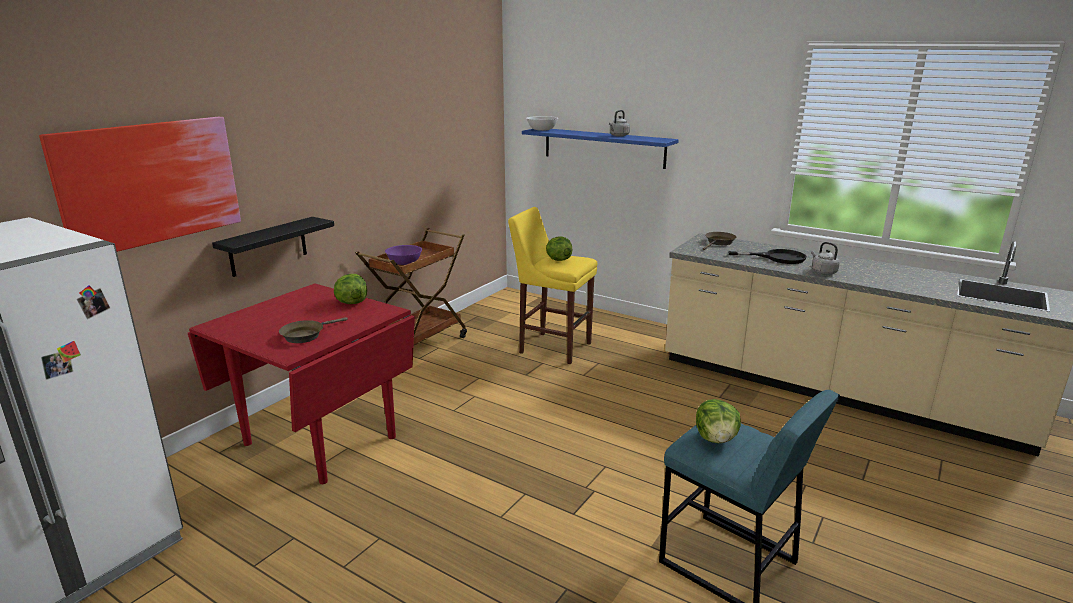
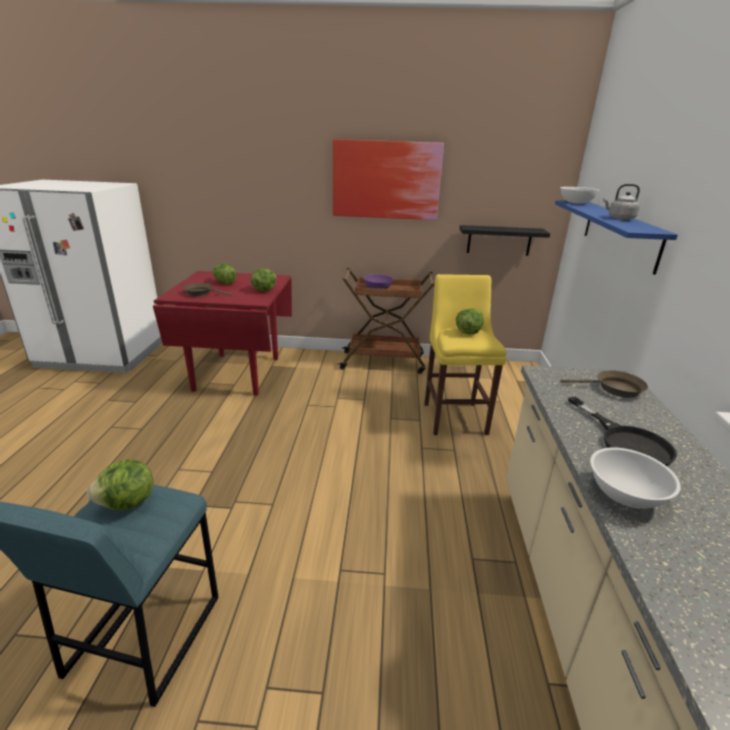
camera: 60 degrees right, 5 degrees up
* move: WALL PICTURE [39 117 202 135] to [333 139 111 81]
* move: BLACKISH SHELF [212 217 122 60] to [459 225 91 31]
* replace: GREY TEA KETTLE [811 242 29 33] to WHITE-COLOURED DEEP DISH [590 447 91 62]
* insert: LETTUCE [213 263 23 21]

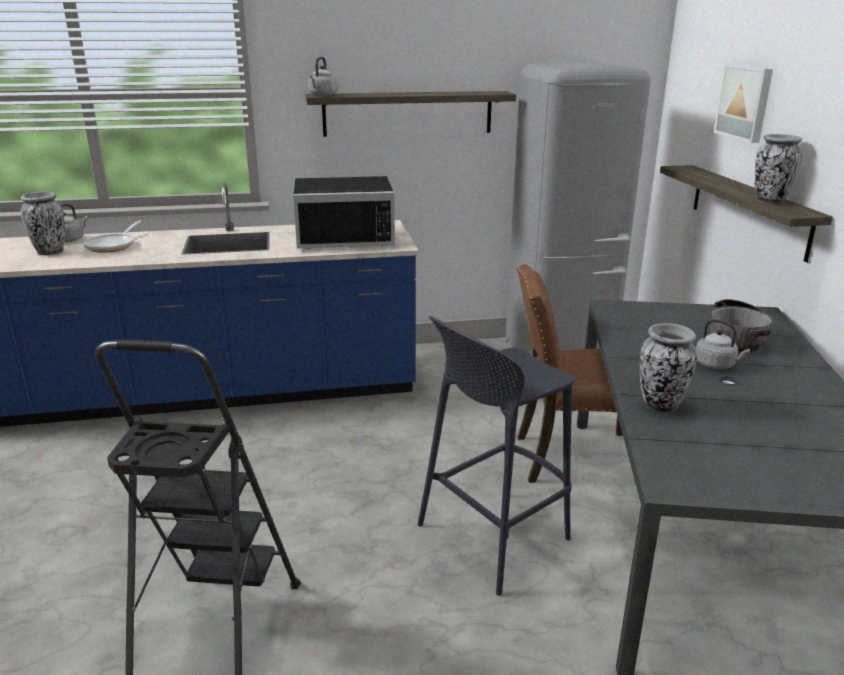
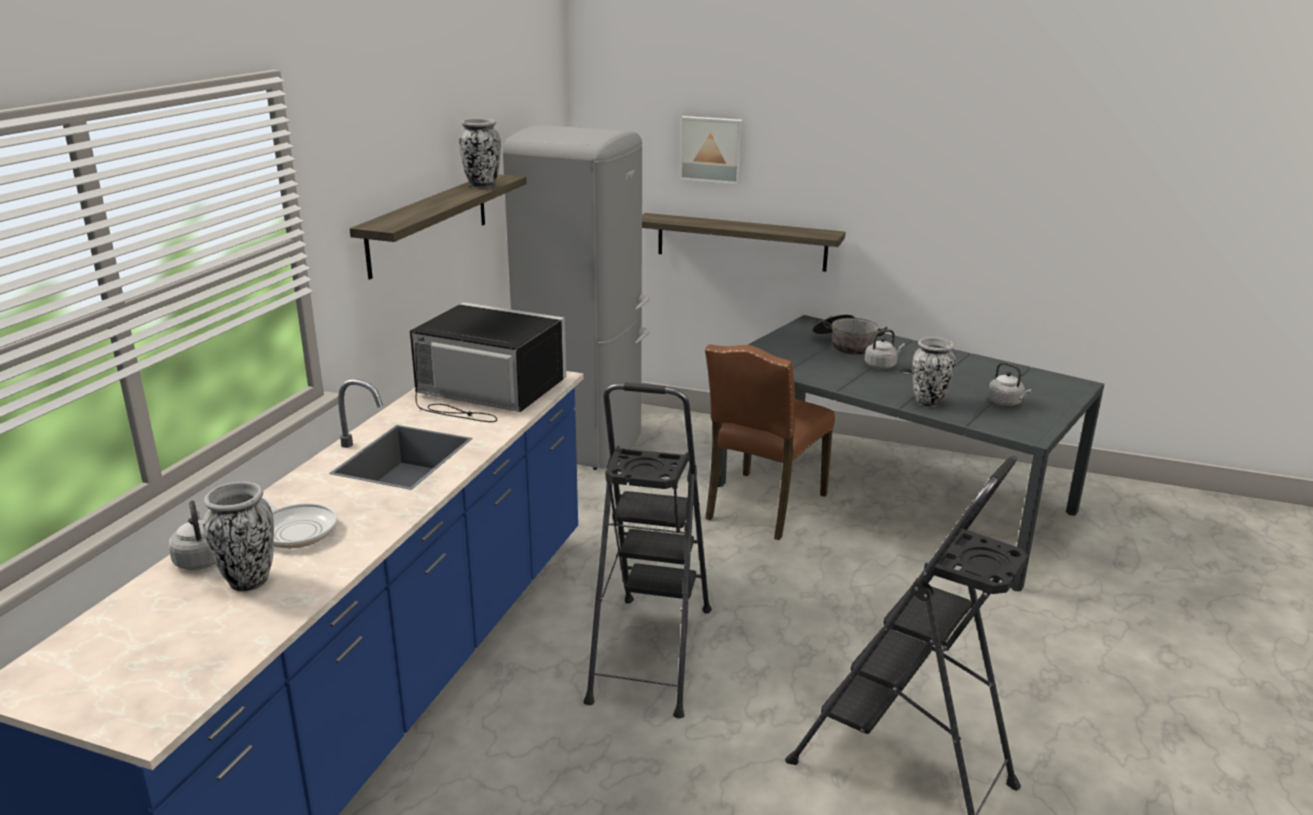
camera: 60 degrees left, 0 degrees up
* rotate: BLACKISH MICROWAVE OVEN [293 176 102 73] = [410 302 156 120] 90 degrees counterclockwise
* move: GREY TEA KETTLE [308 57 30 39] to [988 362 44 44]
* delete: GREY SITTING STOOL [417 316 159 280]
* move: VASE [755 134 48 70] to [459 119 42 69]
* insert: STEP LADDER [583 383 129 336]

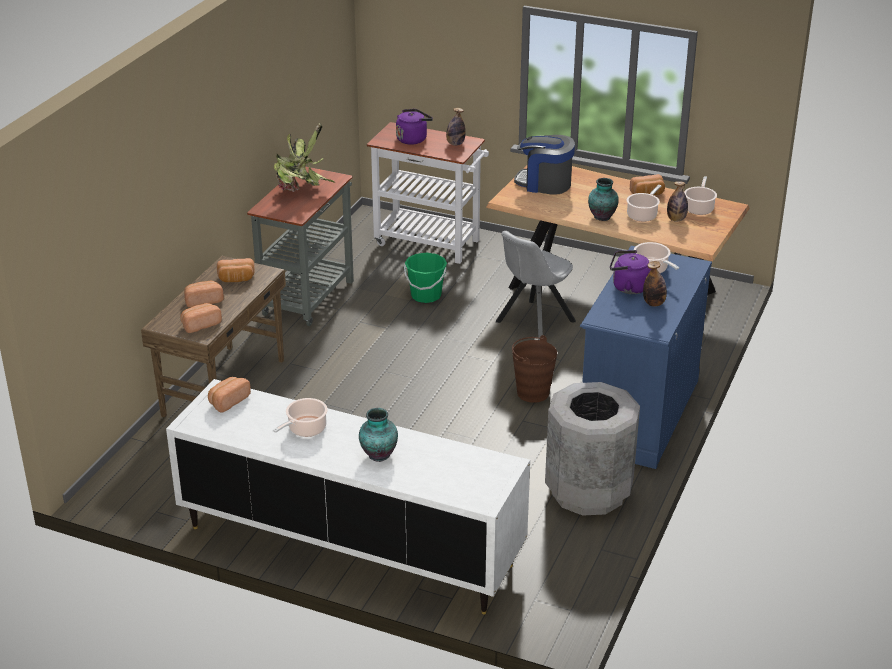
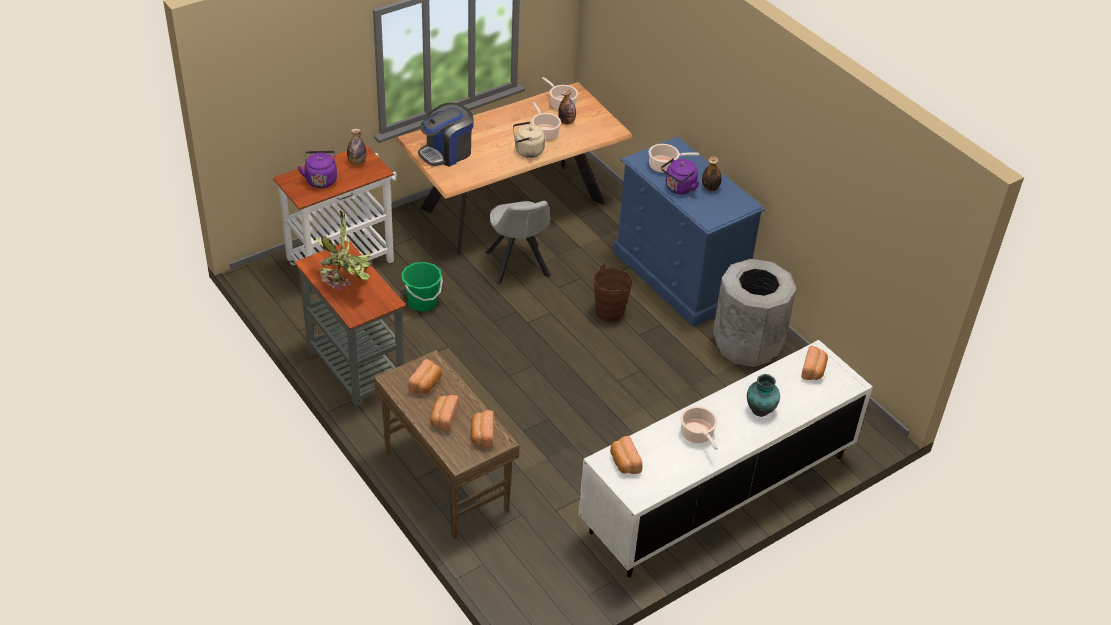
camera: 60 degrees left, 10 degrees up
* replace: VASE [588 178 31 43] to SAND-COLOURED TEA KETTLE [513 122 32 36]
* move: BREAD [630 174 35 21] to [801 346 27 34]

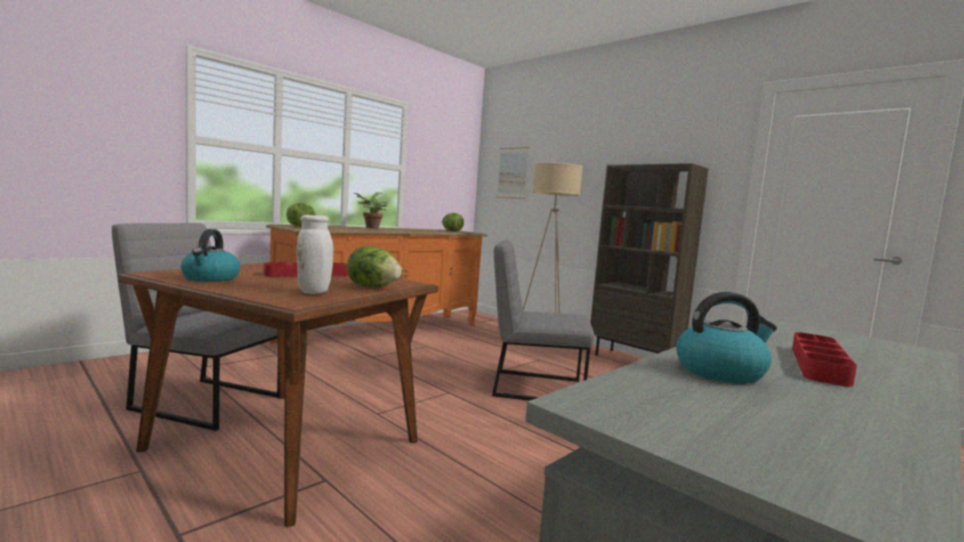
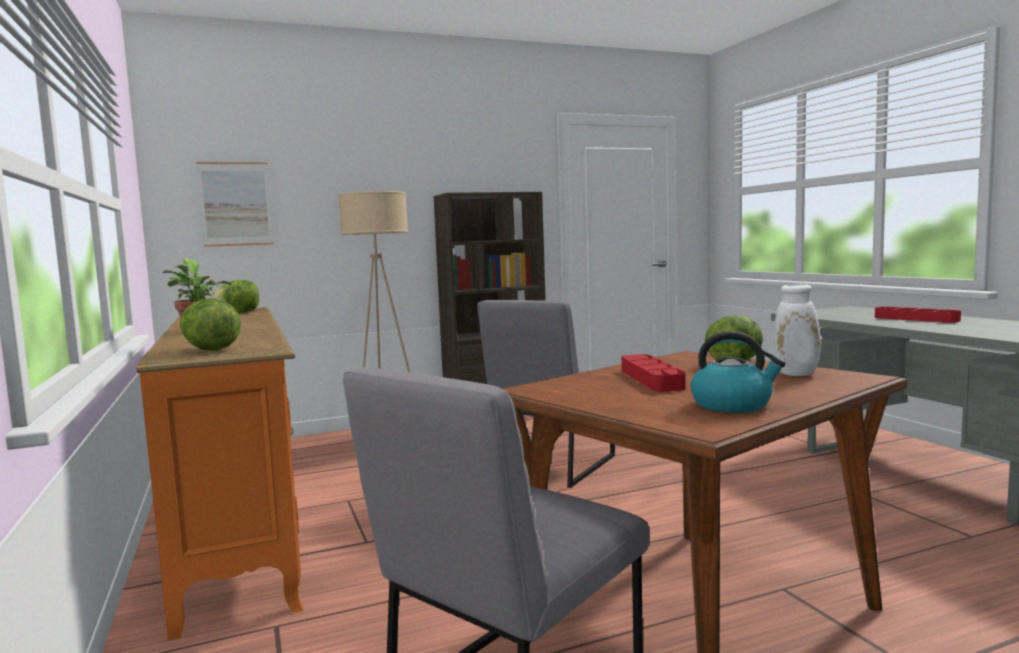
camera: 65 degrees left, 0 degrees up
* delete: TEA KETTLE [676 292 101 92]

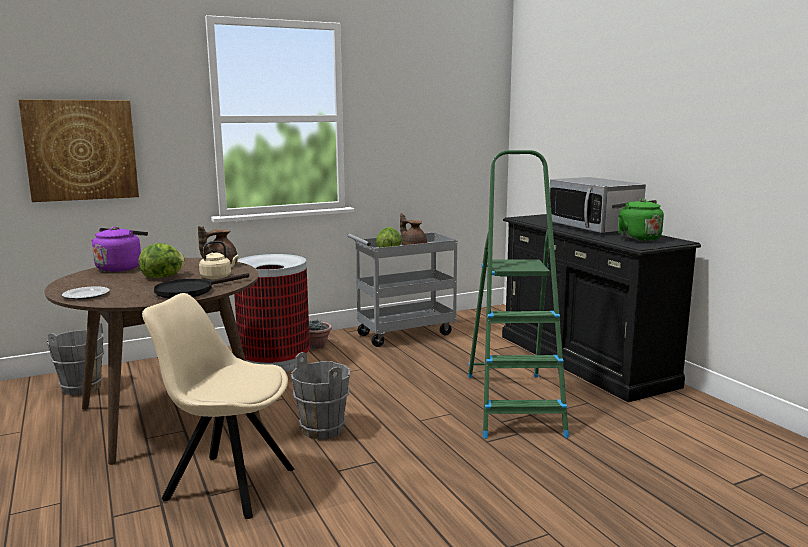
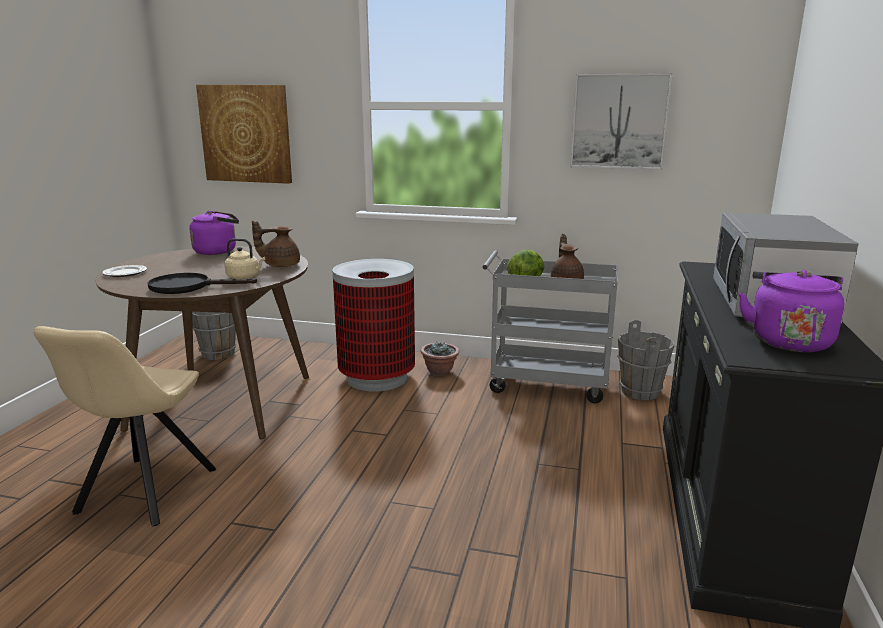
camera: 40 degrees right, 5 degrees up
* delete: LETTUCE [139 243 46 35]
* rotate: SAND-COLOURED UPRIGHT CHAIR [142 293 153 226] = [33 326 183 200] 135 degrees counterclockwise
* move: GREY WATER BUCKET [291 352 59 88] to [617 320 58 80]
* delete: GREEN-COLOURED STEP LADDER [468 150 101 288]
* recolor: GREEN-COLOURED TEA KETTLE [612 198 52 43] to PURPLE TEA KETTLE [738 270 107 82]
* insert: WALL PICTURE [570 73 103 97]

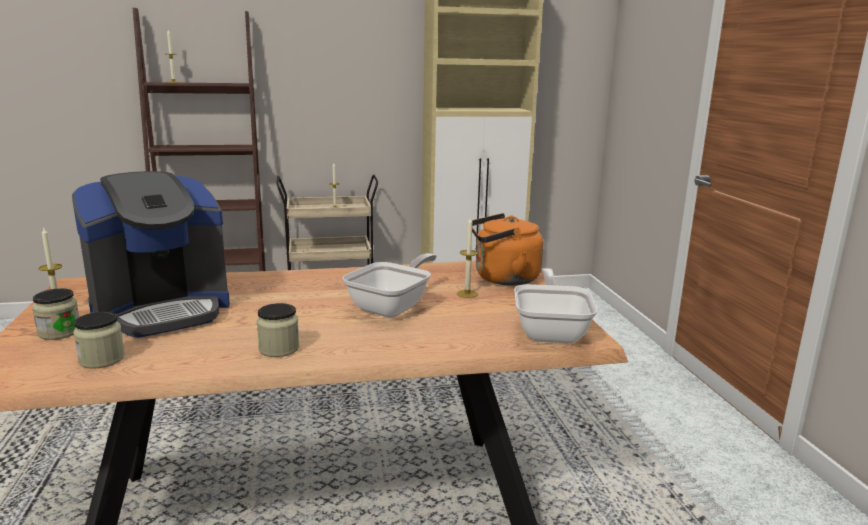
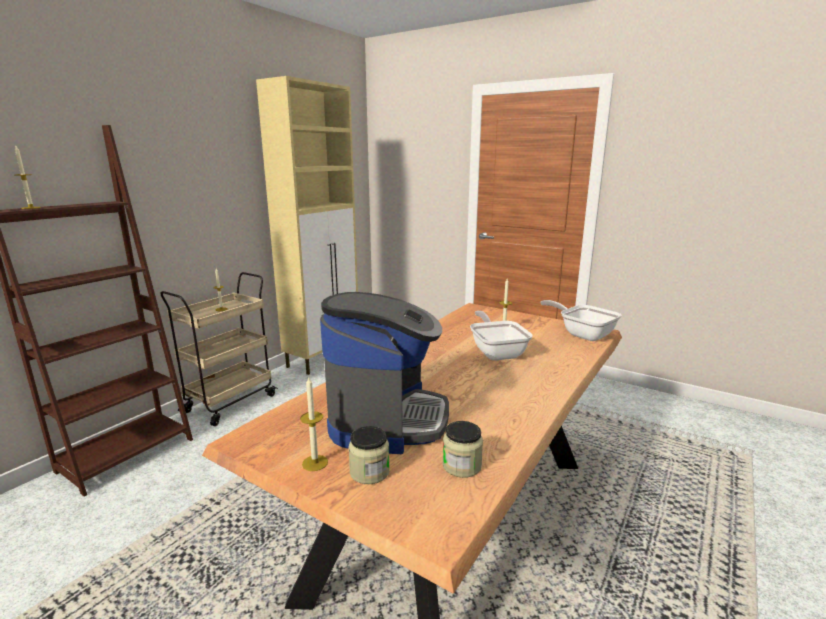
camera: 45 degrees left, 0 degrees up
* delete: STORAGE JAR [257 303 42 54]
* delete: ORANGE TEA KETTLE [472 213 71 73]

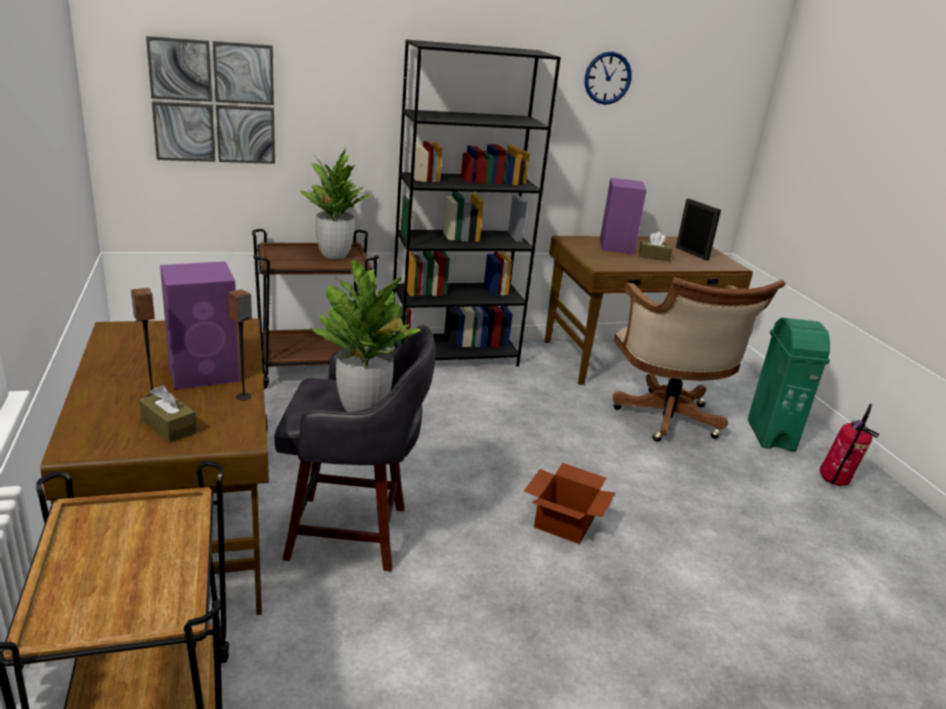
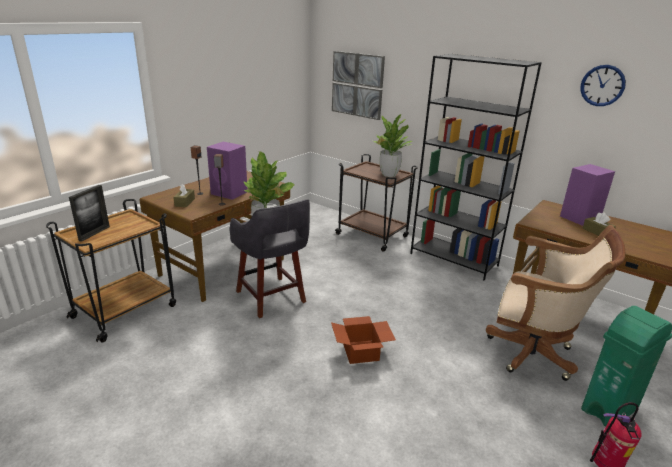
camera: 55 degrees right, 0 degrees up
* rotate: DESK CHAIR [613 277 173 164] = [486 225 139 156] 105 degrees counterclockwise
* move: STANDING FRAME [676 199 45 62] to [69 185 41 57]

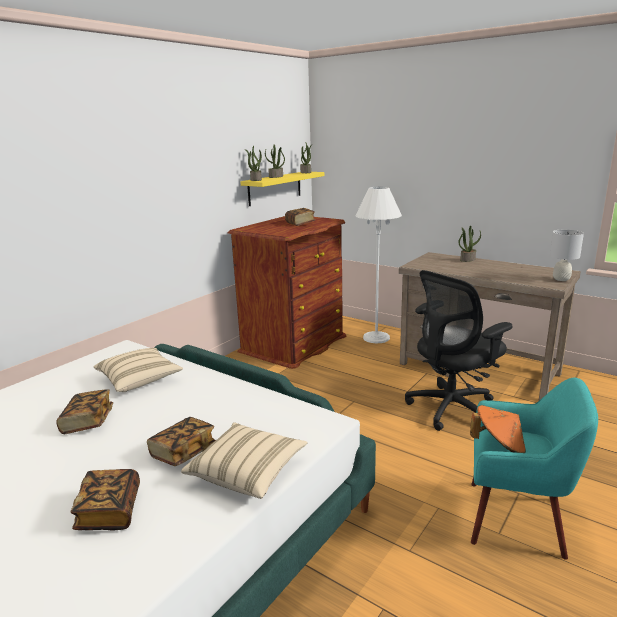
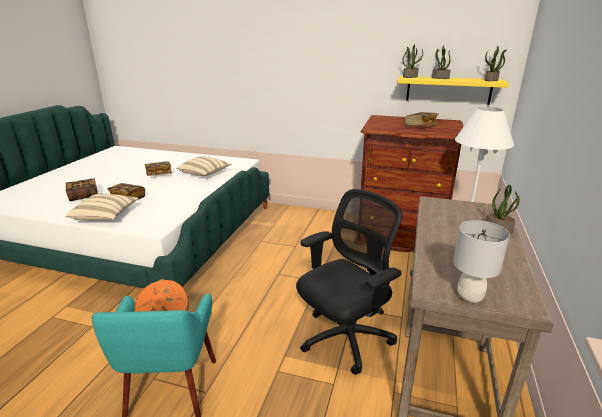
camera: 70 degrees right, 5 degrees up
* rotate: BLACKISH DESK CHAIR [405 270 107 161] = [296 189 106 186] 105 degrees clockwise

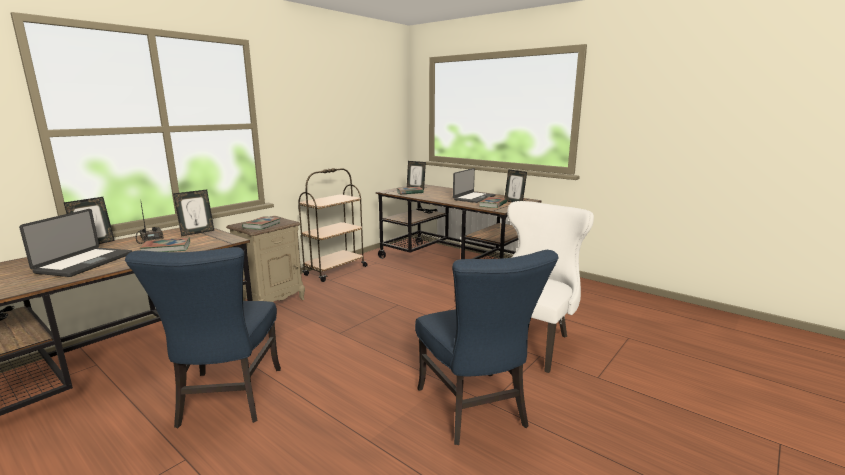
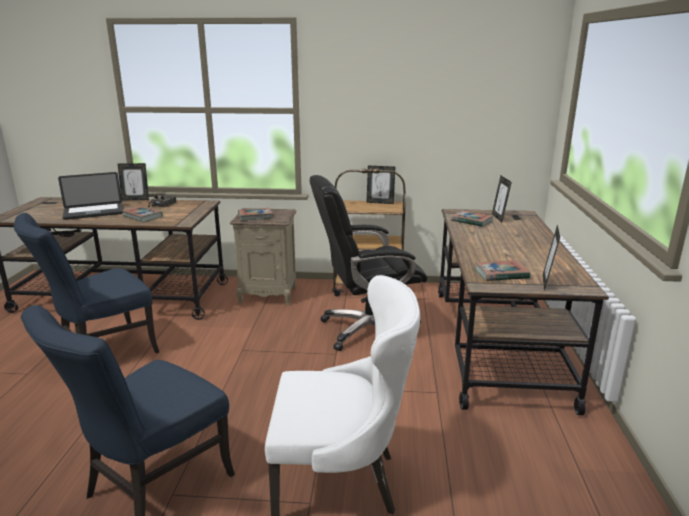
camera: 55 degrees right, 5 degrees up
* move: STANDING FRAME [173 190 41 46] to [367 166 28 38]
* delete: PORTABLE COMPUTER [453 168 43 35]
* insert: BLACKISH DESK CHAIR [309 175 118 176]

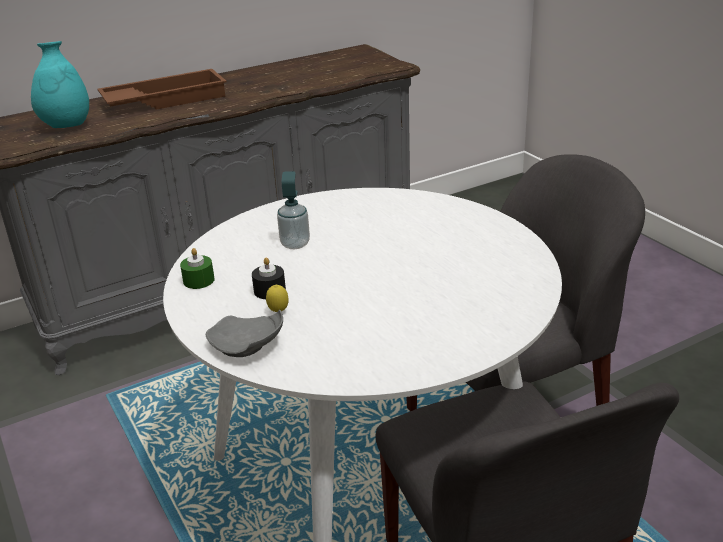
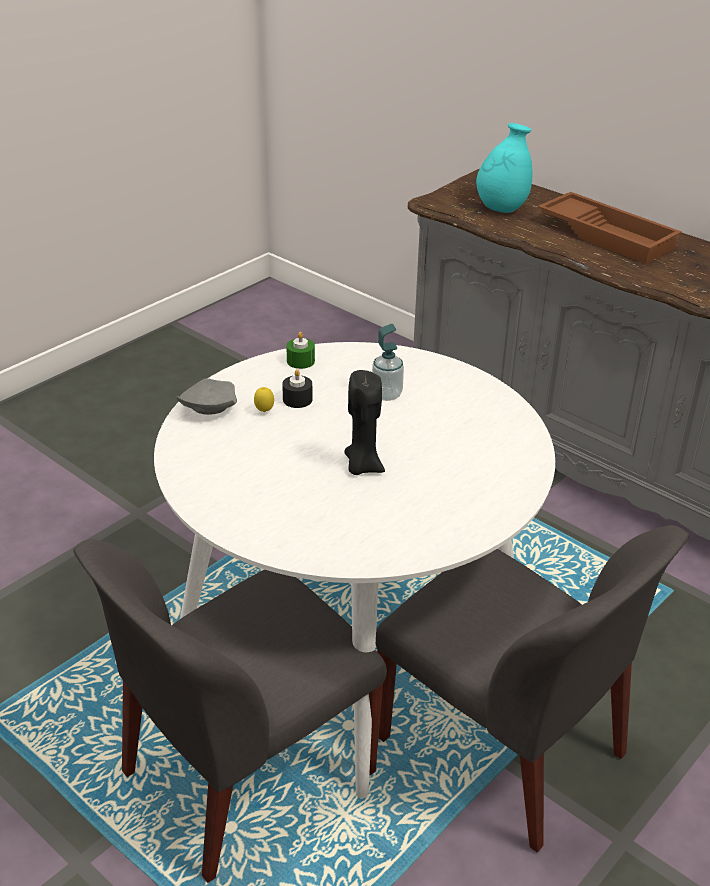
camera: 70 degrees right, 5 degrees up
* insert: BLACKISH CANDLE [344 370 41 105]

